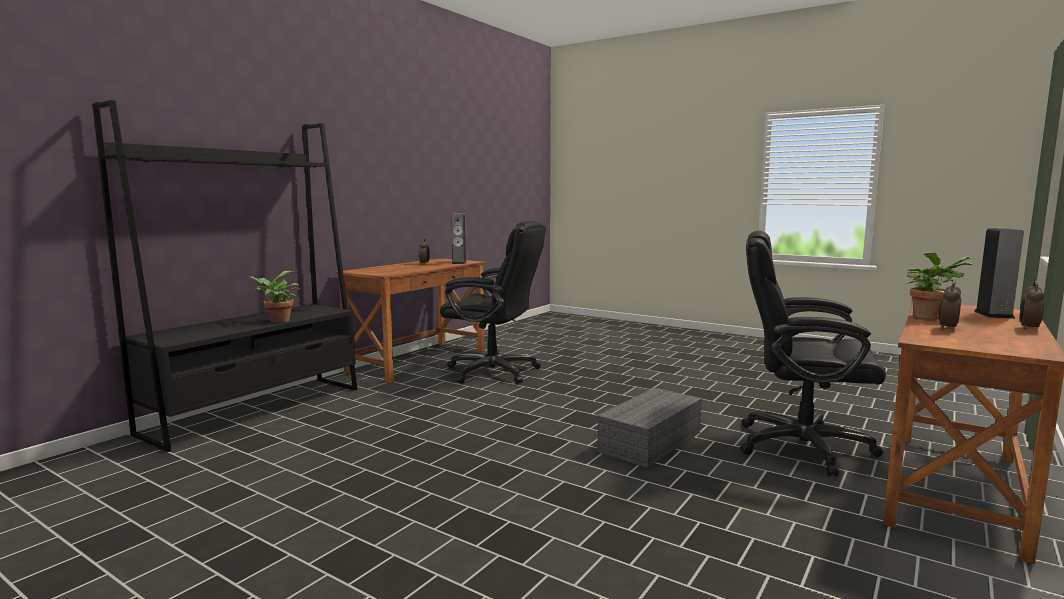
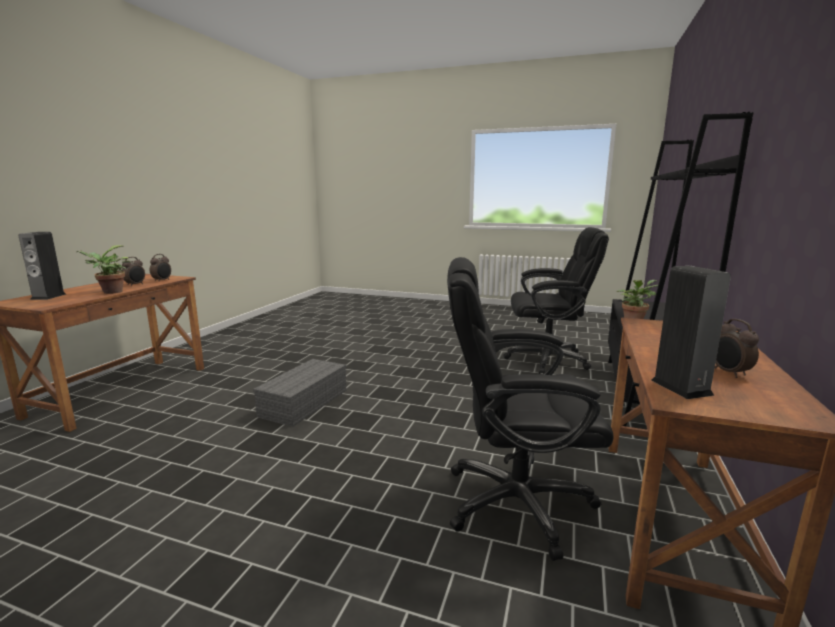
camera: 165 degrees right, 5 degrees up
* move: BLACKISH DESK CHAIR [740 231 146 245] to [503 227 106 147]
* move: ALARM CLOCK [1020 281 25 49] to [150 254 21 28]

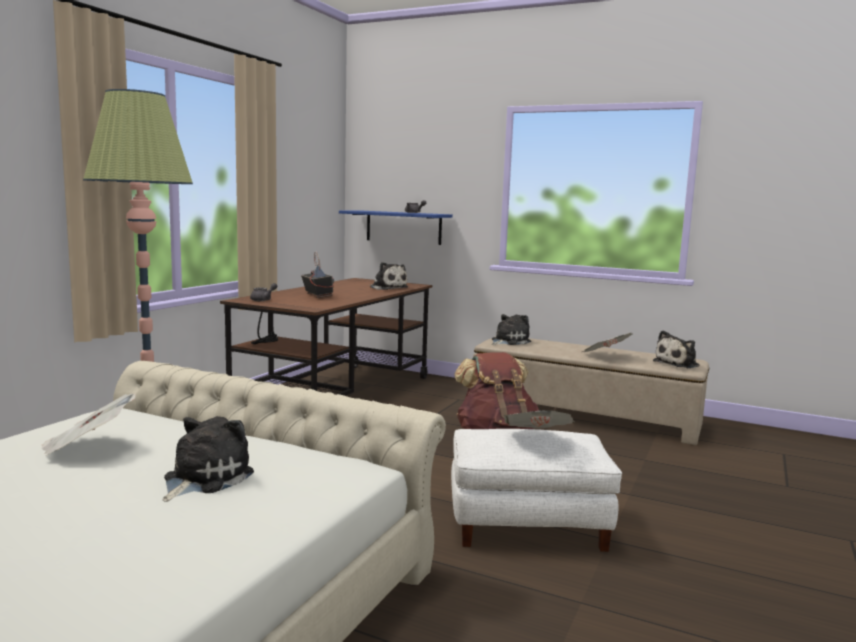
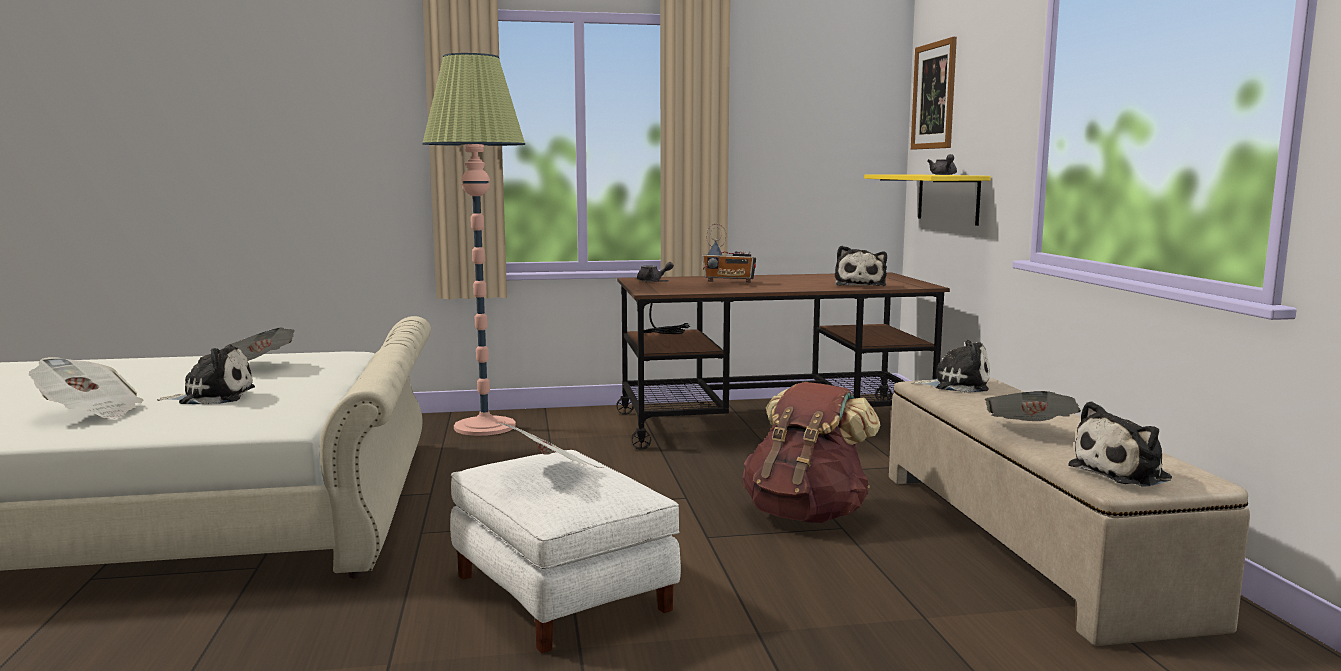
camera: 55 degrees right, 0 degrees up
* rotate: RADIO [301 252 33 46] = [702 224 54 59] 75 degrees clockwise
* recolor: BLUE SHELF [339 210 114 35] to YELLOWISH SHELF [864 174 127 52]
* rotate: PLUSH TOY [653 330 46 38] = [1068 401 104 86] 45 degrees counterclockwise
* insert: PRINTED PAPER [29 357 115 62]
* insert: WALL PICTURE [911 37 46 113]

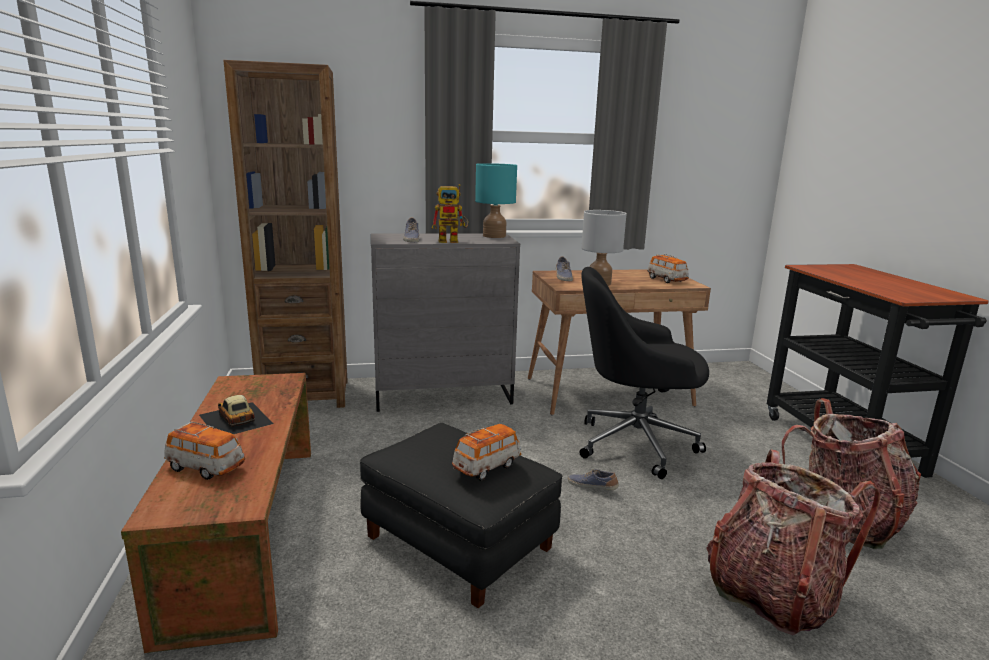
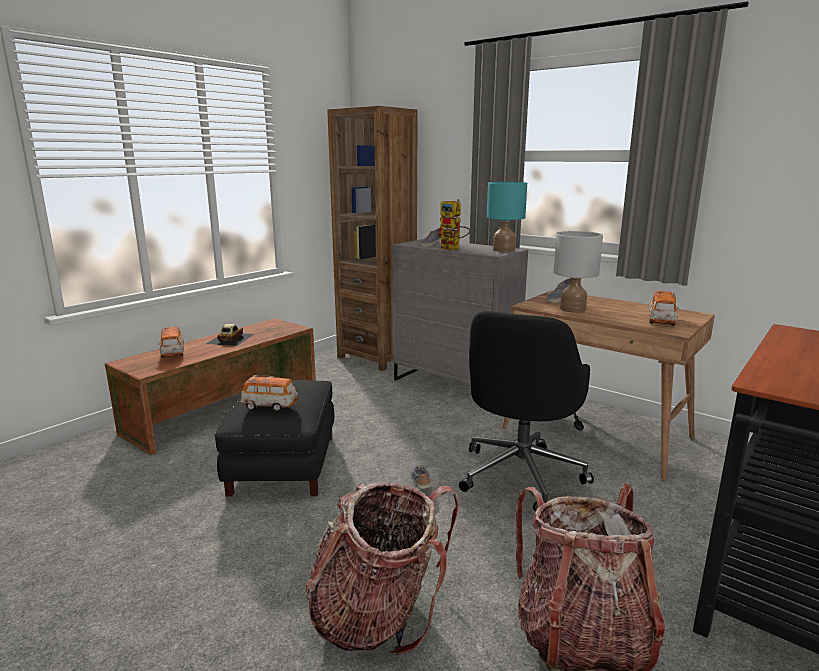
camera: 50 degrees right, 0 degrees up
* rotate: BLACKISH DESK CHAIR [579 267 130 212] = [459 311 135 200] 120 degrees counterclockwise

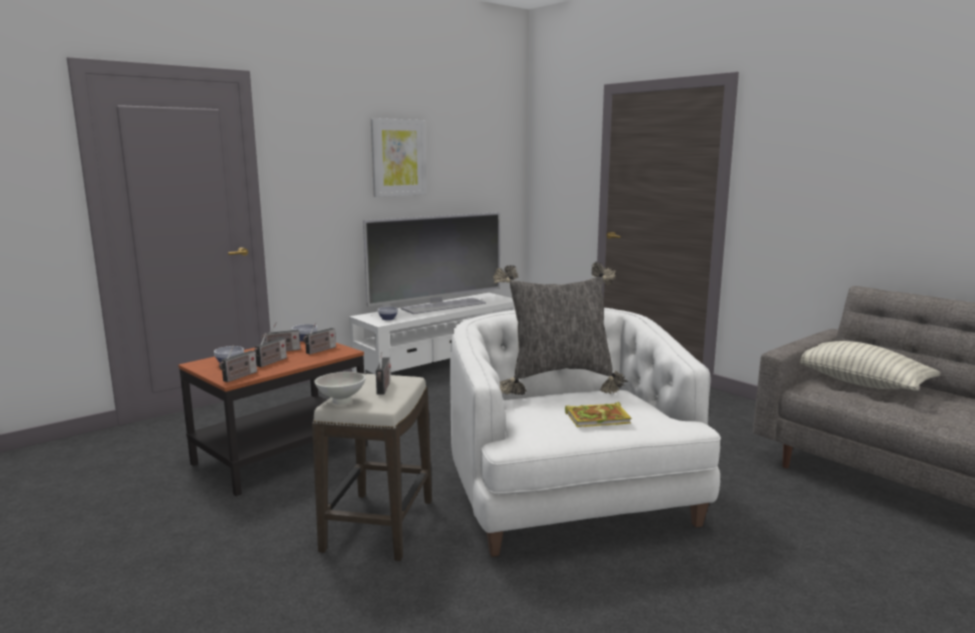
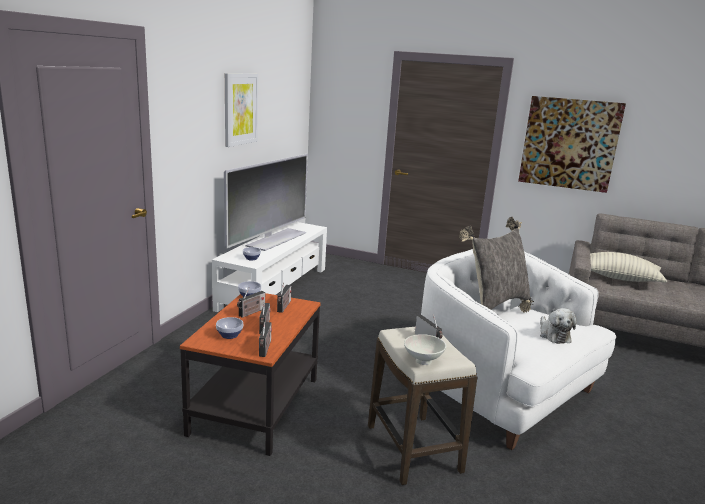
camera: 30 degrees left, 5 degrees up
* replace: BOOK [565 402 67 25] to PLUSH TOY [540 308 37 36]
* insert: WALL PICTURE [518 96 108 97]

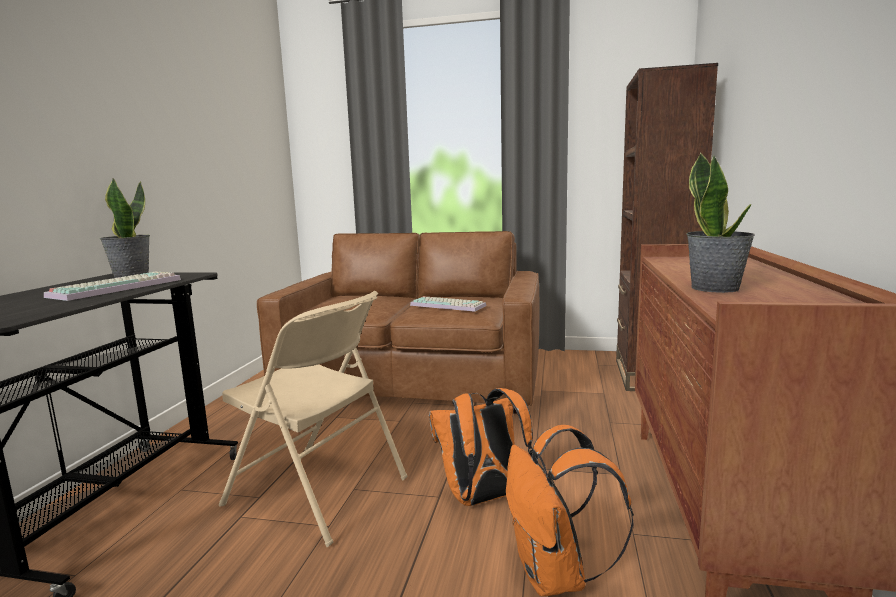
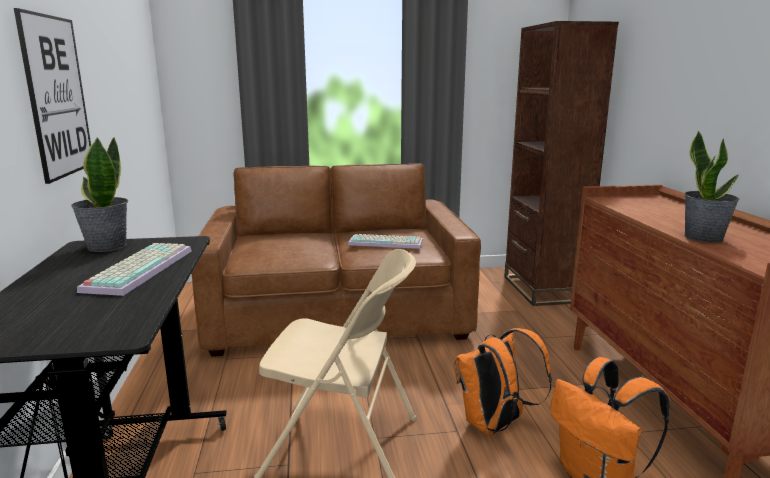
camera: 20 degrees left, 5 degrees up
* insert: WALL PICTURE [14 8 77 176]

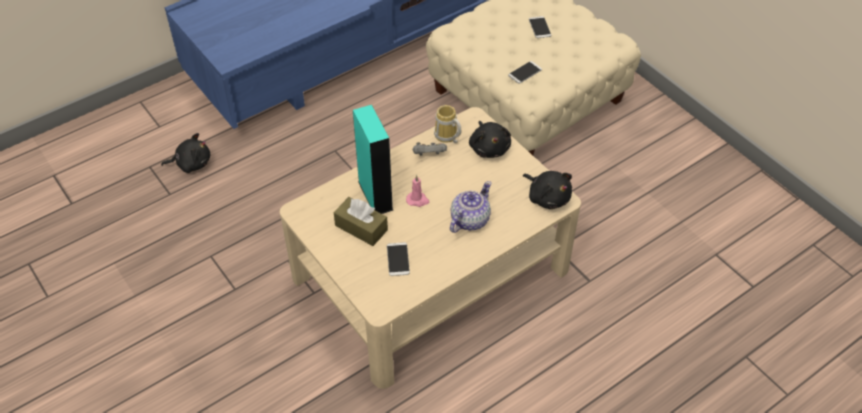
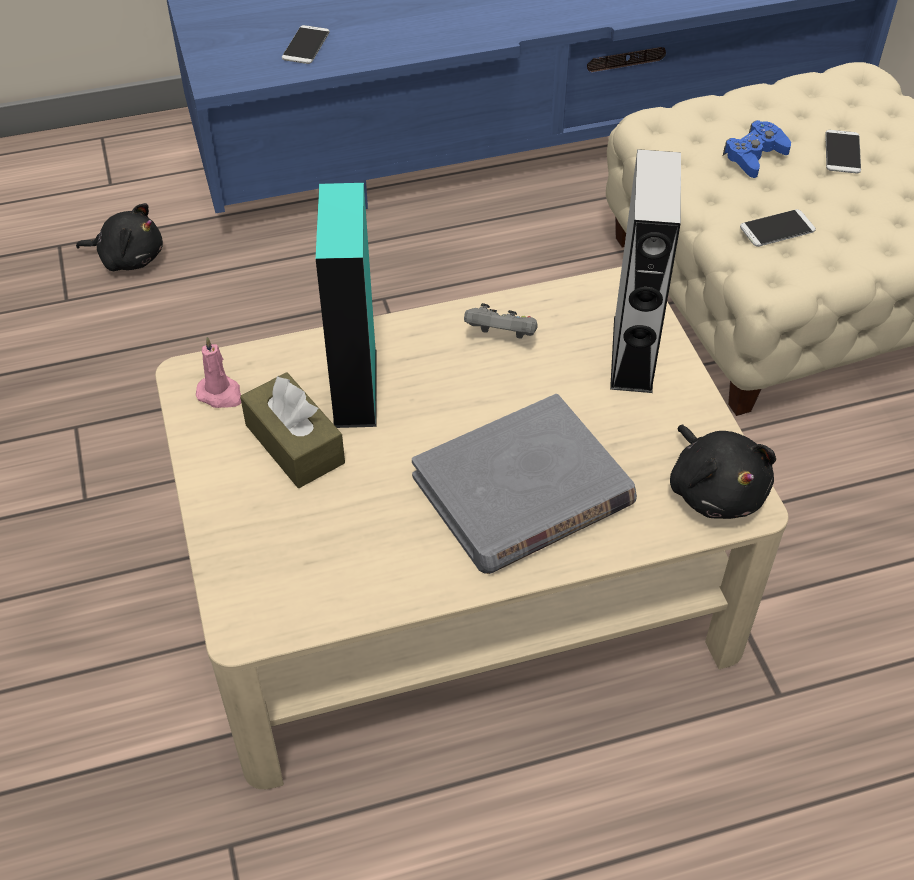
camera: 20 degrees right, 0 degrees up
* move: HANDSET [387 242 23 34] to [282 25 48 39]
* move: PINK-COLOURED CANDLE [406 175 23 32] to [196 337 45 71]
* delete: MUG [434 105 27 38]
* replace: TEA POT [450 181 41 52] to GREY BOOK [412 394 225 180]
* replace: BLACKISH PLUSH TOY [469 121 42 37] to GREY SPEAKER [610 149 71 244]
* insert: BLUE GAMEPAD [723 120 68 58]

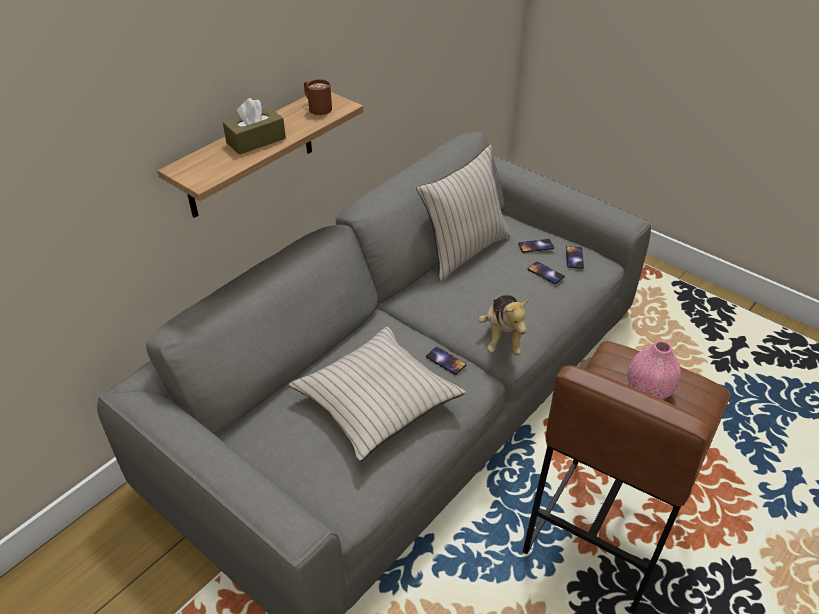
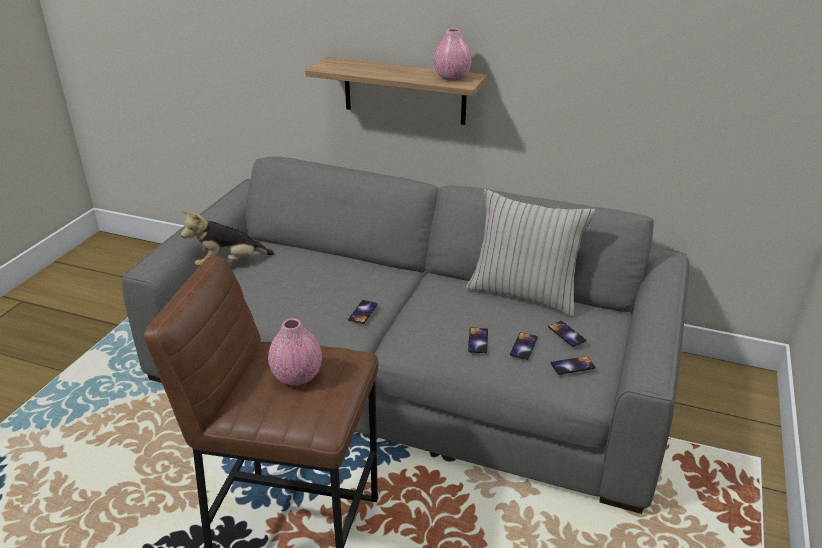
camera: 70 degrees right, 10 degrees down
* delete: BROWN-COLOURED TISSUE HOLDER [223 98 63 57]
* delete: SAND-COLOURED PILLOW [289 327 177 134]
* replace: BROWN-COLOURED MUG [304 79 28 36] to PINK-COLOURED VASE [434 28 38 53]
* move: PLUSH TOY [479 295 50 60] to [181 211 93 55]
* insert: HANDSET [468 327 20 26]

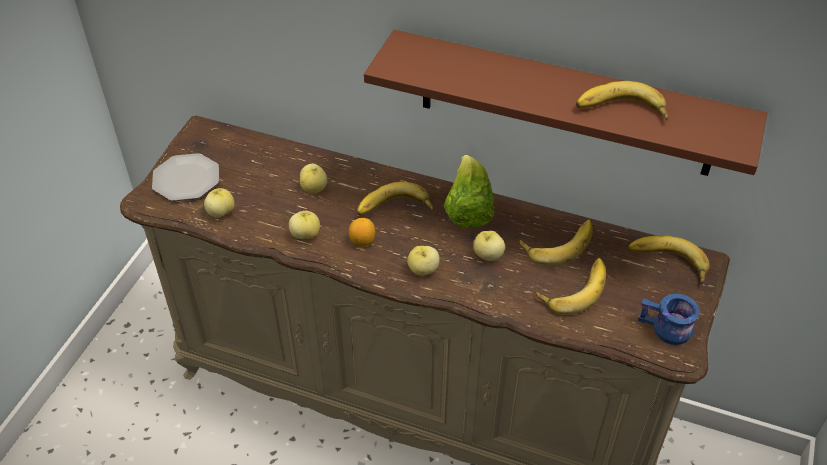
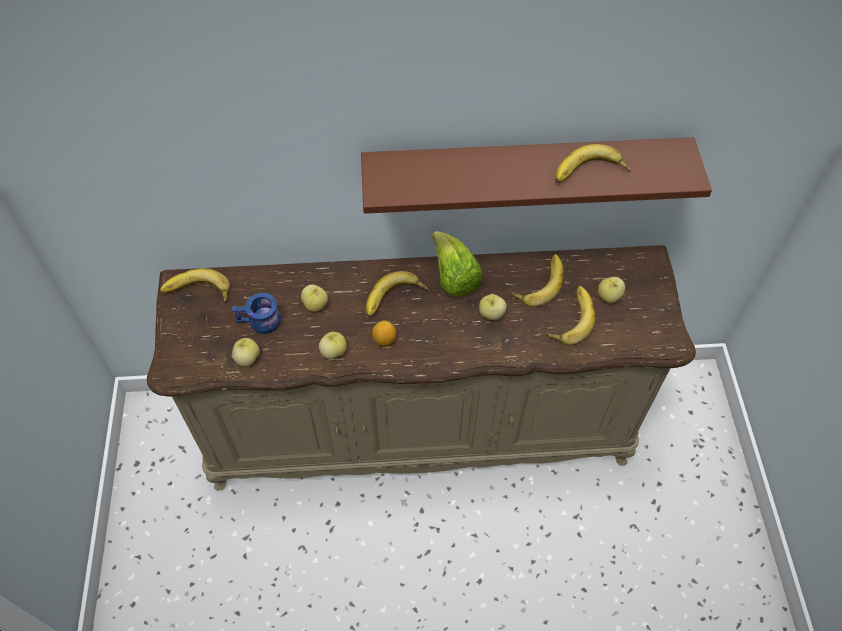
camera: 25 degrees left, 10 degrees up
* delete: FLAT DISH [152 153 67 48]
* move: WHOLE APPLE [407 246 33 30] to [598 277 27 26]
* move: WHOLE BANANA [628 236 81 48] to [160 268 70 35]
* move: BLUE MUG [638 294 62 51] to [232 293 49 41]

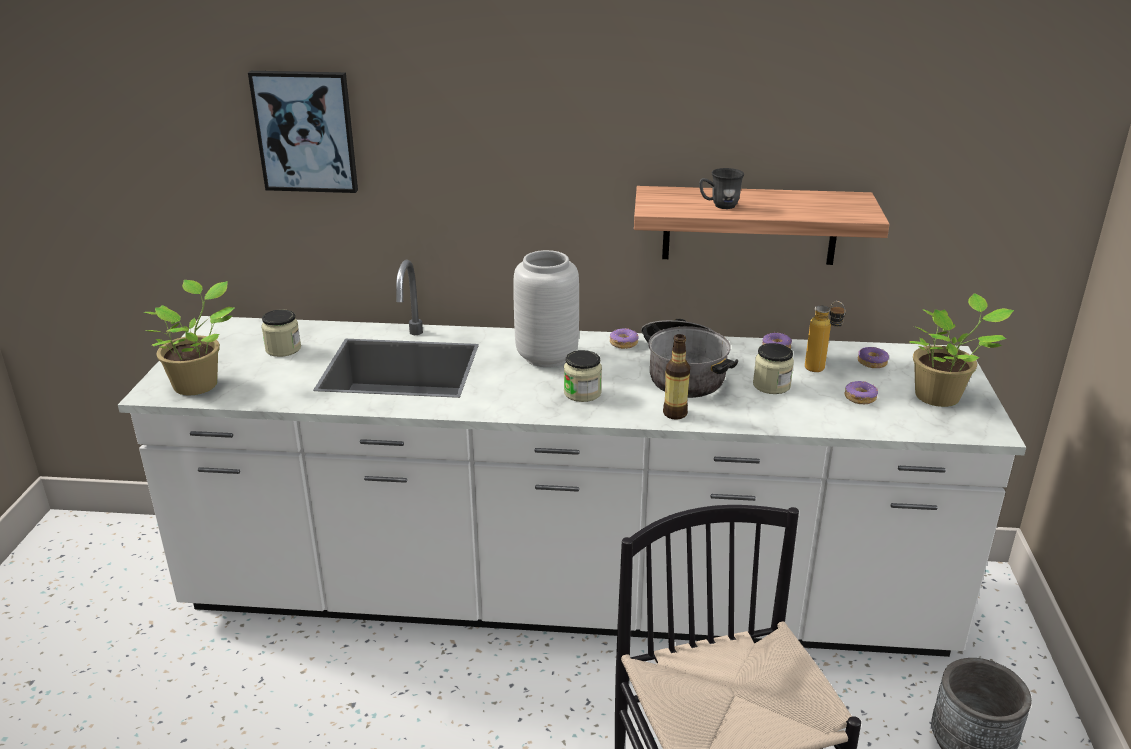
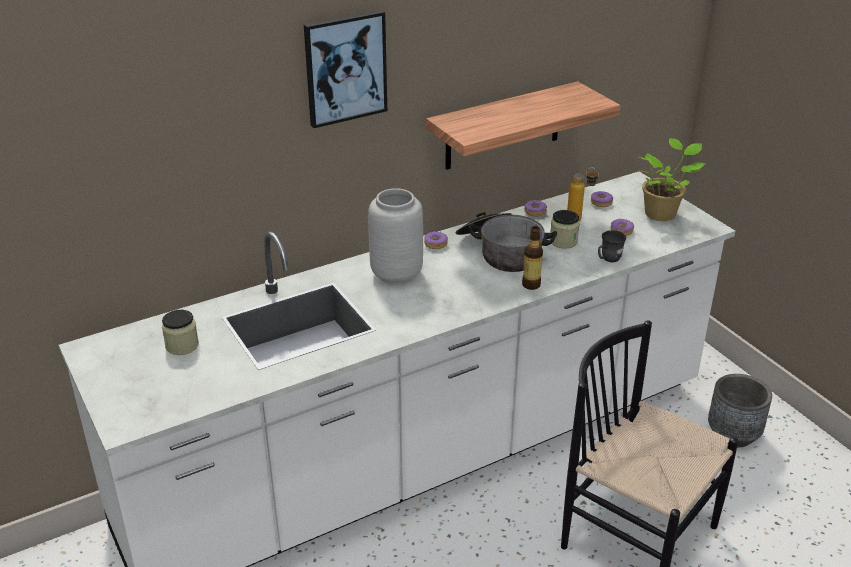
camera: 35 degrees left, 5 degrees up
* delete: PLANT IN A POT [144 280 91 115]
* move: WALL PICTURE [248 71 110 122] to [304 10 83 118]
* delete: STORAGE JAR [564 350 38 52]
* move: GREY MUG [699 168 45 41] to [598 230 28 32]

